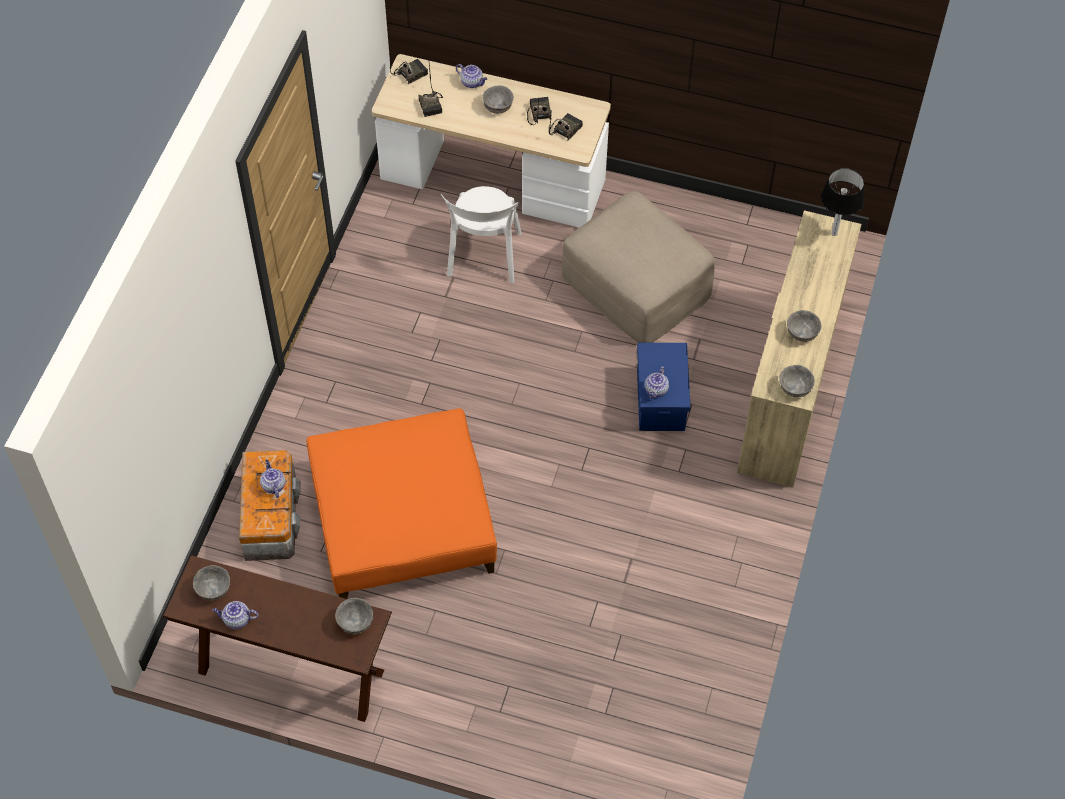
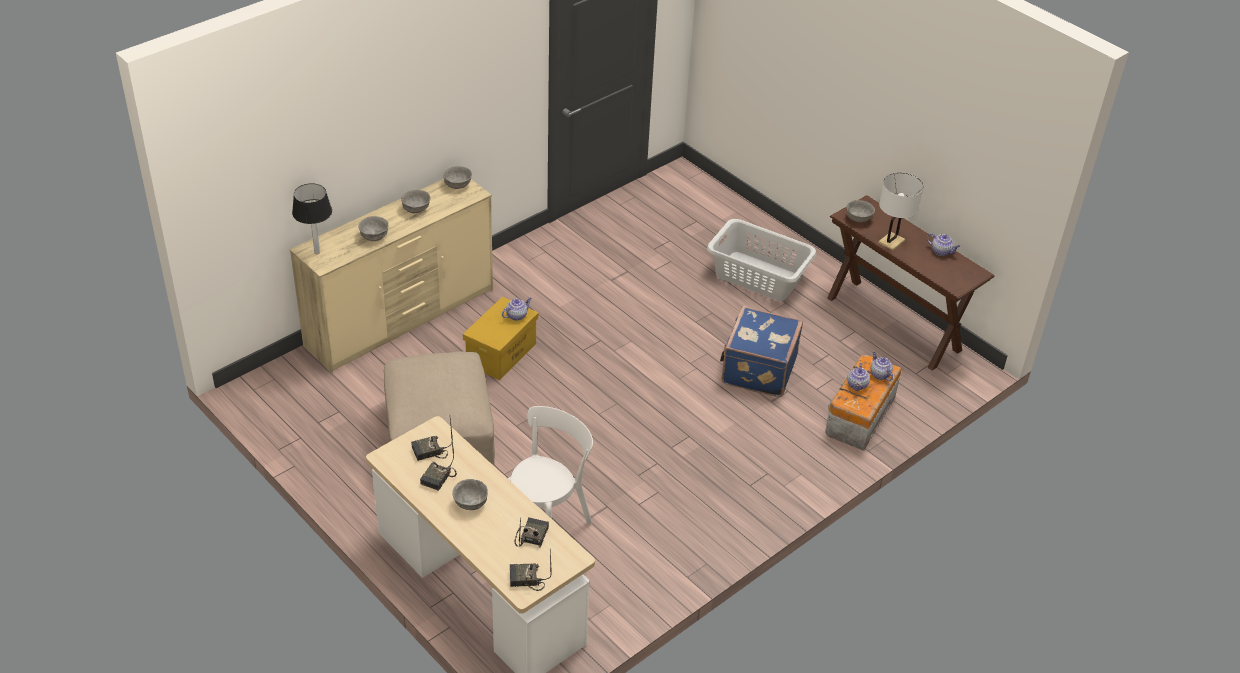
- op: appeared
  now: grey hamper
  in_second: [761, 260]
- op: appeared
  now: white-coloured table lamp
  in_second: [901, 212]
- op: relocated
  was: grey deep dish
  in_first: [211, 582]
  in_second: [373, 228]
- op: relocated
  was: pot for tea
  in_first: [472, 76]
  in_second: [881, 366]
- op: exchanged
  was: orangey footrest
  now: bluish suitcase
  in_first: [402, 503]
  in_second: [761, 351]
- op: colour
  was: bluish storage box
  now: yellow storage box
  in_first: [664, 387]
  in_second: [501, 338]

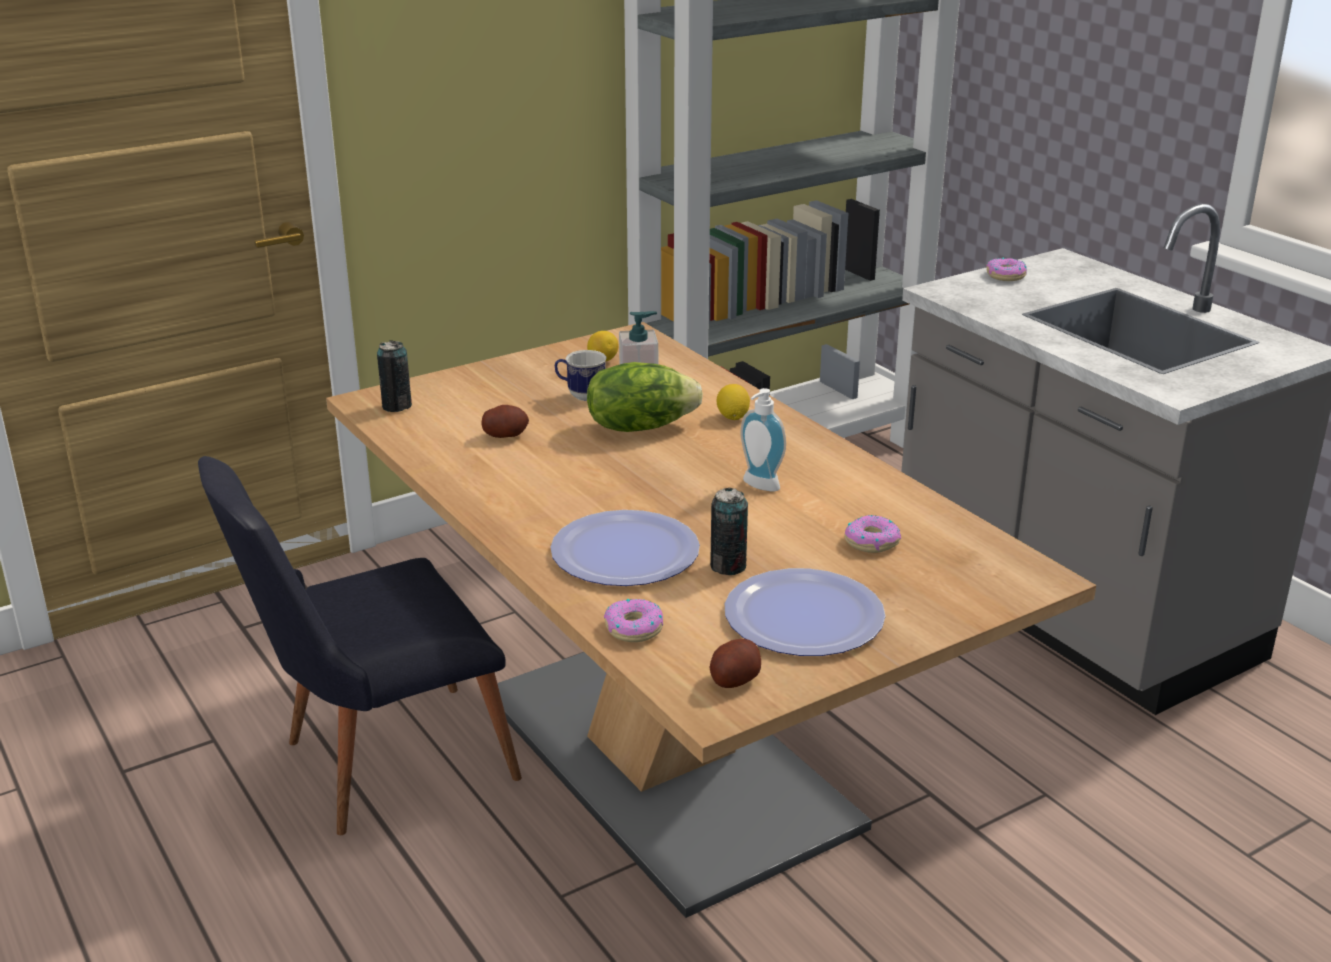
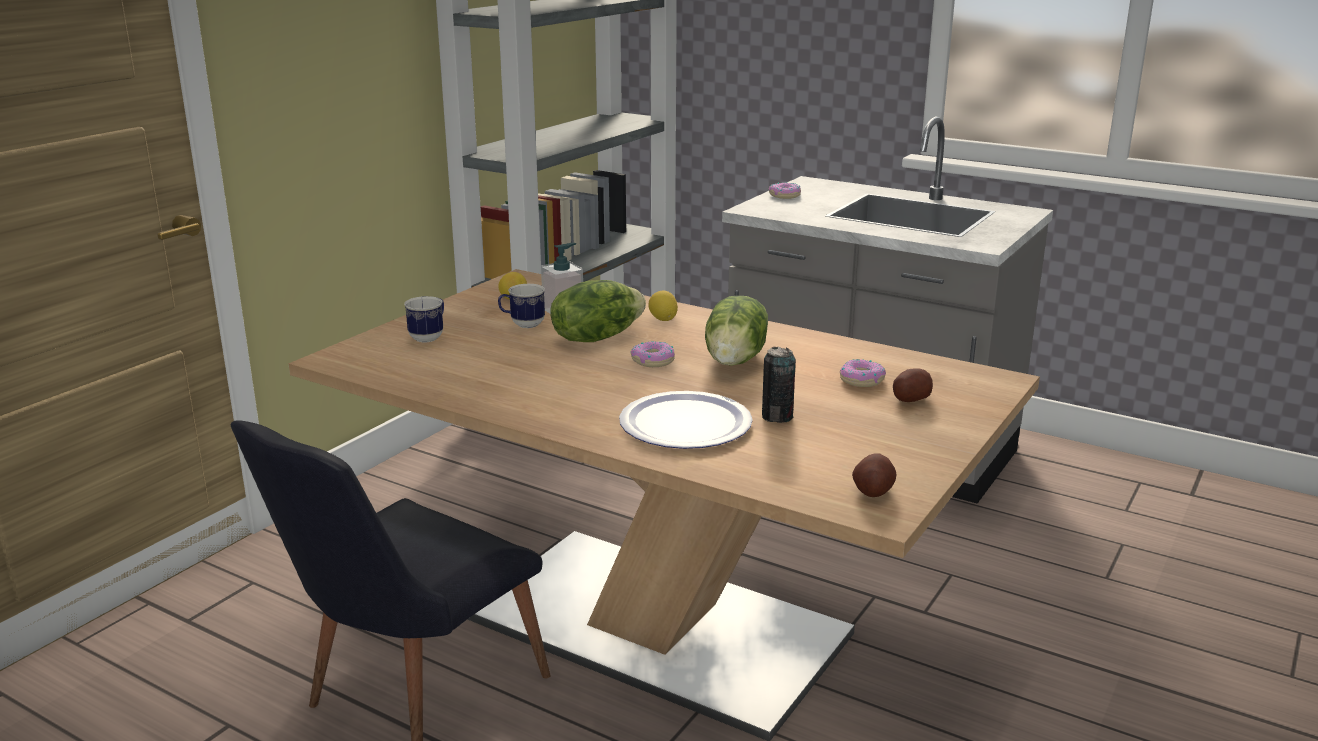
- op: missing
  was: metal can
  in_first: [394, 376]
- op: missing
  was: plate
  in_first: [805, 612]
- op: appeared
  now: coffee mug
  in_second: [424, 319]
- op: relocated
  was: potato
  in_first: [505, 421]
  in_second: [913, 385]
- op: relocated
  was: doughnut
  in_first: [633, 620]
  in_second: [653, 354]
- op: exchanged
  was: soap bottle
  now: lettuce
  in_first: [763, 440]
  in_second: [736, 331]

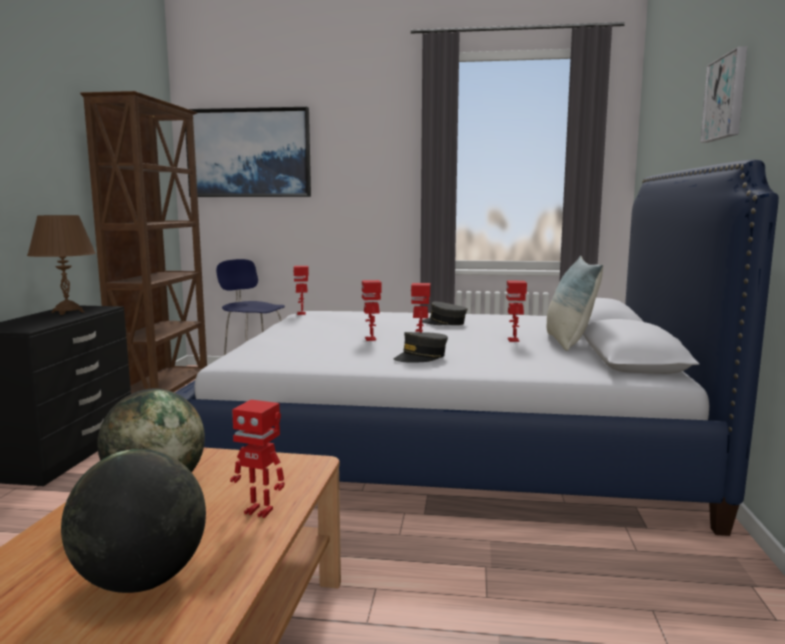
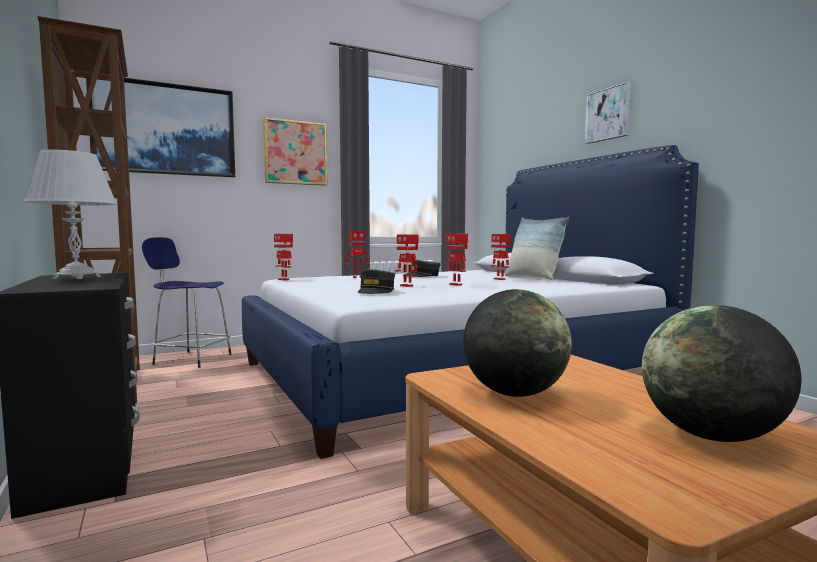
- op: appeared
  now: picture
  in_second: [295, 151]
- op: relocated
  was: robot figure
  in_first: [257, 459]
  in_second: [358, 254]
- op: relocated
  was: grey baseball cap
  in_first: [421, 347]
  in_second: [376, 281]
- op: colour
  was: brown-coloured table lamp
  now: white-coloured table lamp
  in_first: [61, 265]
  in_second: [70, 214]

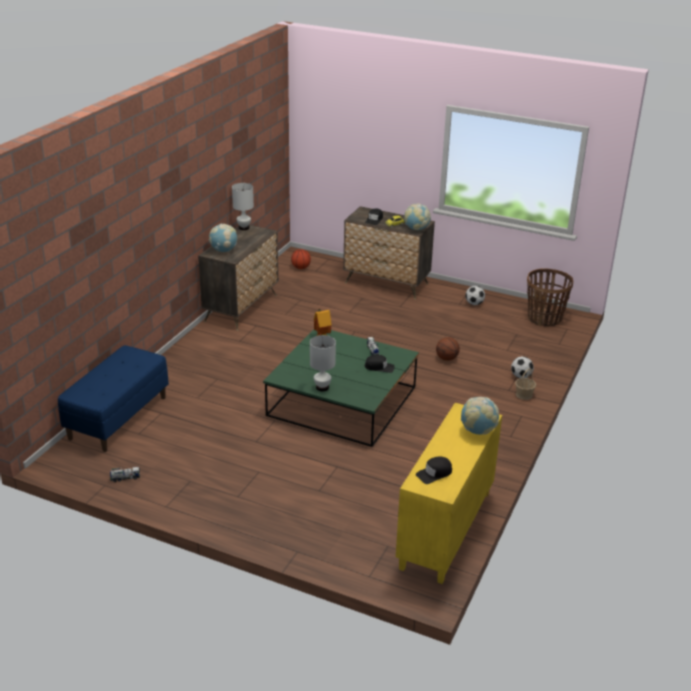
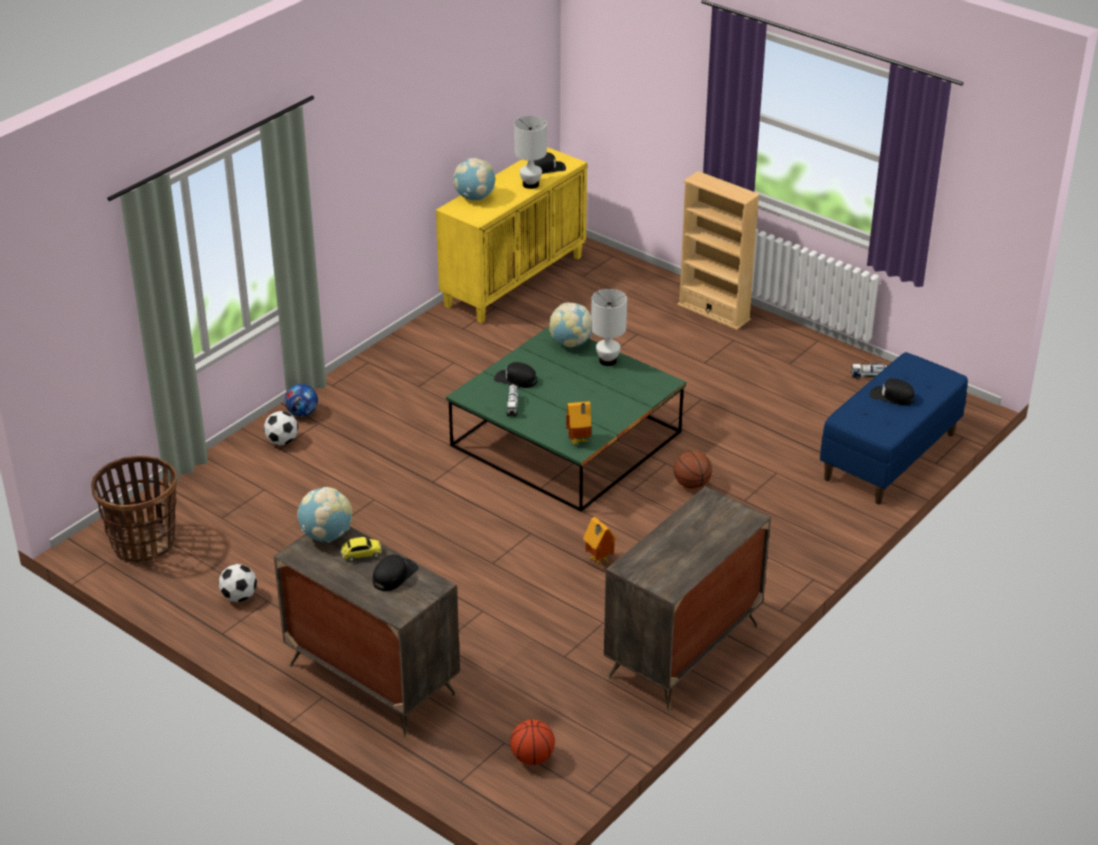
- op: appeared
  now: miniature house
  in_second: [600, 541]
- op: appeared
  now: beige-coloured shelving unit
  in_second: [718, 250]
- op: appeared
  now: black-coloured baseball cap
  in_second: [892, 392]
- op: relocated
  was: desk globe
  in_first: [223, 238]
  in_second: [570, 324]
- op: relocated
  was: white-coloured table lamp
  in_first: [243, 206]
  in_second: [530, 152]
- op: relocated
  was: ball for basketball
  in_first: [448, 349]
  in_second: [693, 470]
- op: exchanged
  was: basket
  now: football
  in_first: [525, 384]
  in_second: [301, 400]

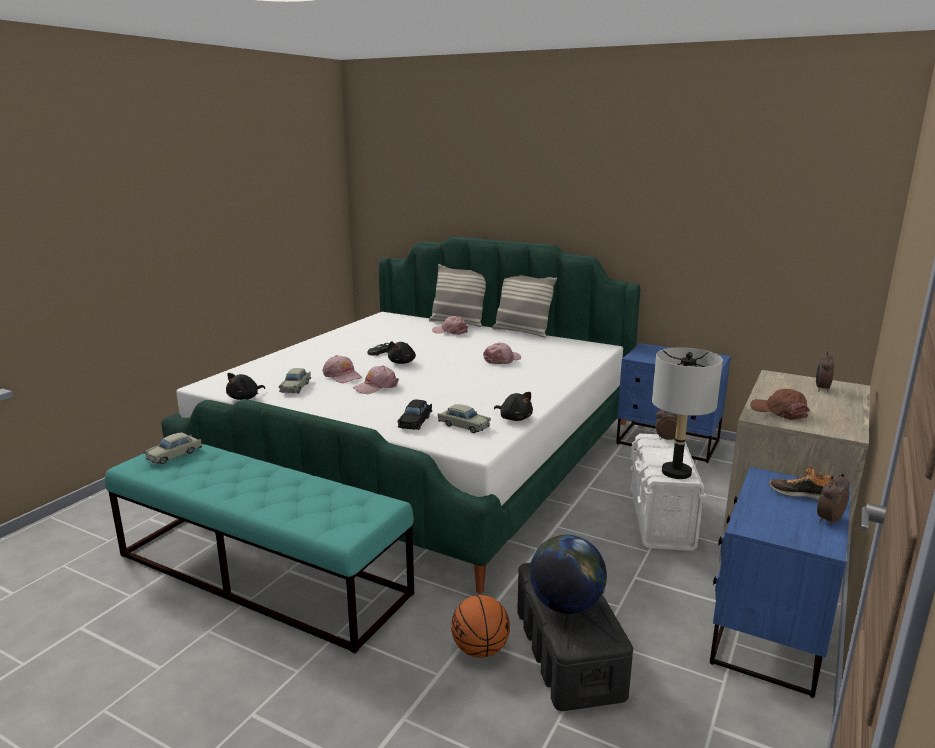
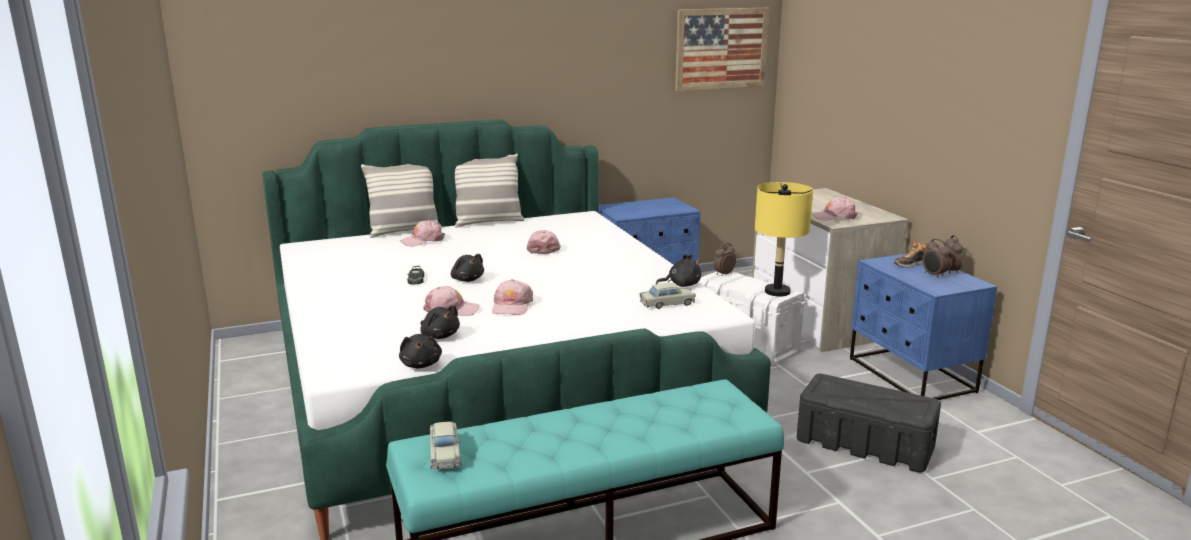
- op: missing
  was: black-coloured miniature car
  in_first: [414, 415]
- op: missing
  was: ball for basketball
  in_first: [480, 626]
- op: missing
  was: desk globe
  in_first: [568, 574]
- op: appeared
  now: picture
  in_second: [722, 49]
- op: relocated
  was: bedside clock
  in_first: [825, 371]
  in_second: [936, 258]
- op: exchanged
  was: beige-coloured miniature car
  now: black-coloured soft toy
  in_first: [295, 380]
  in_second: [440, 322]
- op: colour
  was: grey table lamp
  now: yellow table lamp
  in_first: [687, 413]
  in_second: [784, 239]
- op: colour
  was: brown-coloured baseball cap
  now: pink baseball cap
  in_first: [780, 404]
  in_second: [834, 209]

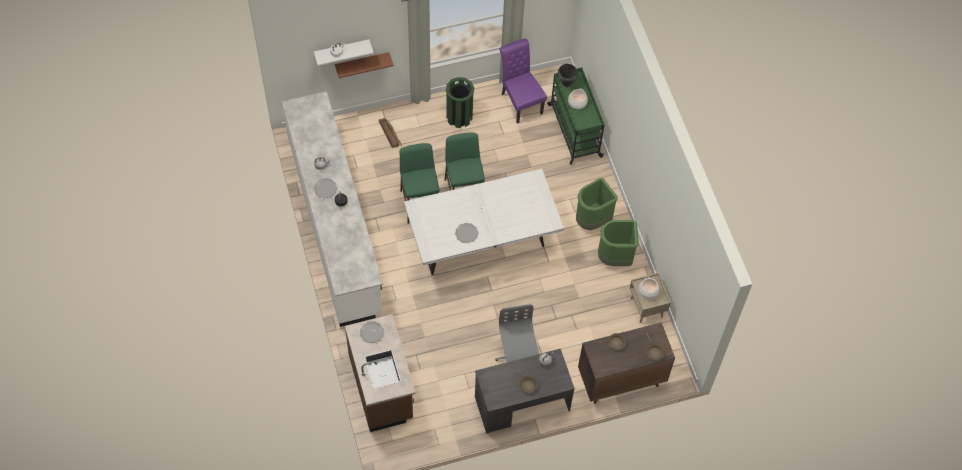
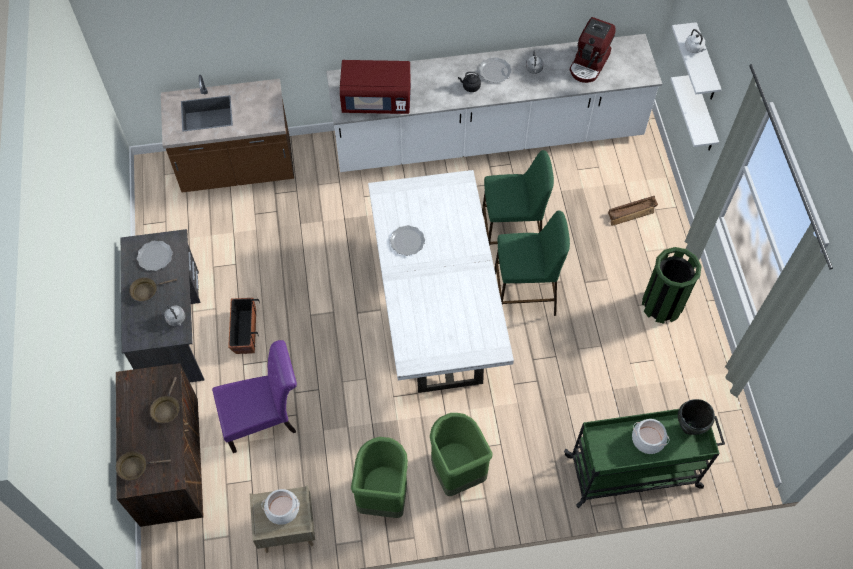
- op: appeared
  now: reddish kitchen microwave
  in_second: [375, 87]
- op: appeared
  now: coffee machine
  in_second: [593, 50]
- op: relocated
  was: plate
  in_first: [372, 332]
  in_second: [155, 256]
- op: relocated
  was: purplish plain chair
  in_first: [523, 81]
  in_second: [254, 396]
- op: exchanged
  was: grey desk chair
  now: flower pot
  in_first: [517, 333]
  in_second: [244, 326]
- op: colour
  was: brown-coloured wall shelf
  now: white-coloured wall shelf
  in_first: [364, 65]
  in_second: [694, 113]

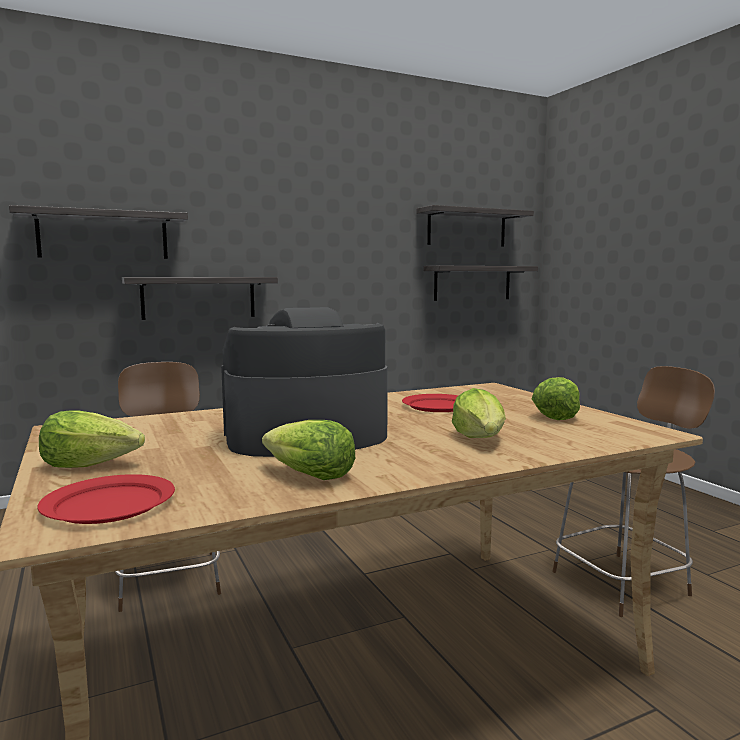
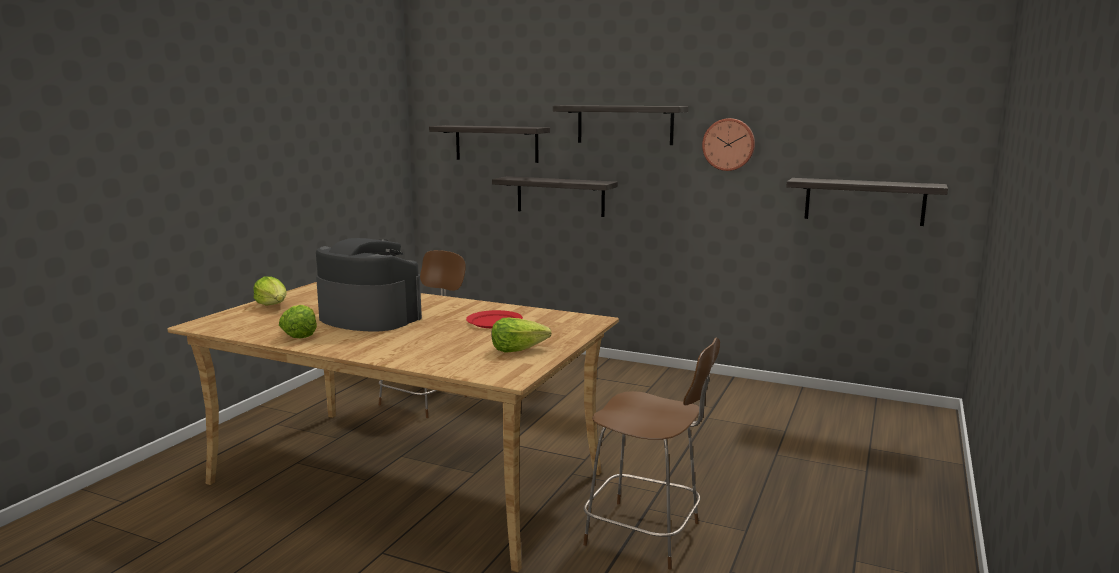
- op: missing
  was: reddish plate
  in_first: [106, 499]
- op: missing
  was: lettuce
  in_first: [479, 413]
- op: appeared
  now: clock on the wall
  in_second: [728, 144]
- op: relocated
  was: wall shelf
  in_first: [475, 226]
  in_second: [621, 125]

